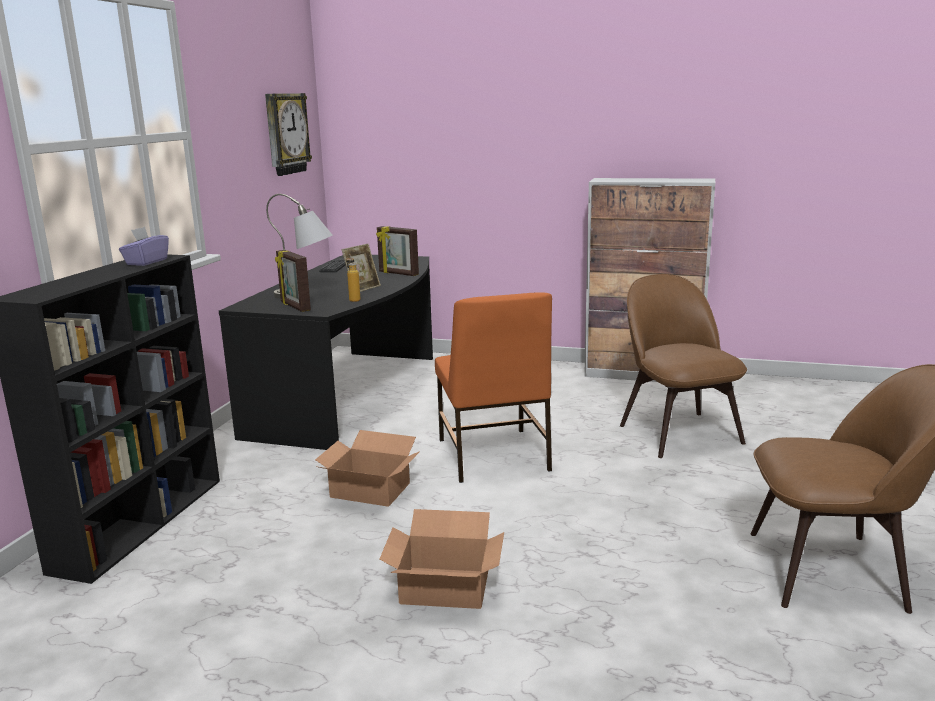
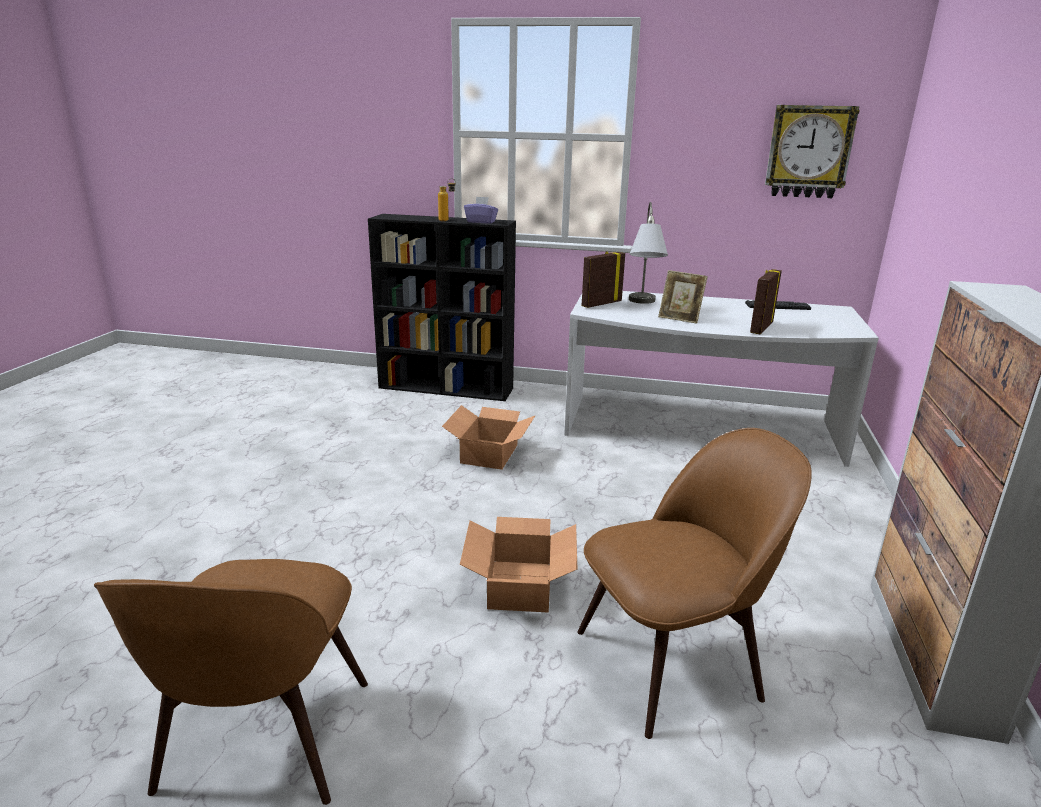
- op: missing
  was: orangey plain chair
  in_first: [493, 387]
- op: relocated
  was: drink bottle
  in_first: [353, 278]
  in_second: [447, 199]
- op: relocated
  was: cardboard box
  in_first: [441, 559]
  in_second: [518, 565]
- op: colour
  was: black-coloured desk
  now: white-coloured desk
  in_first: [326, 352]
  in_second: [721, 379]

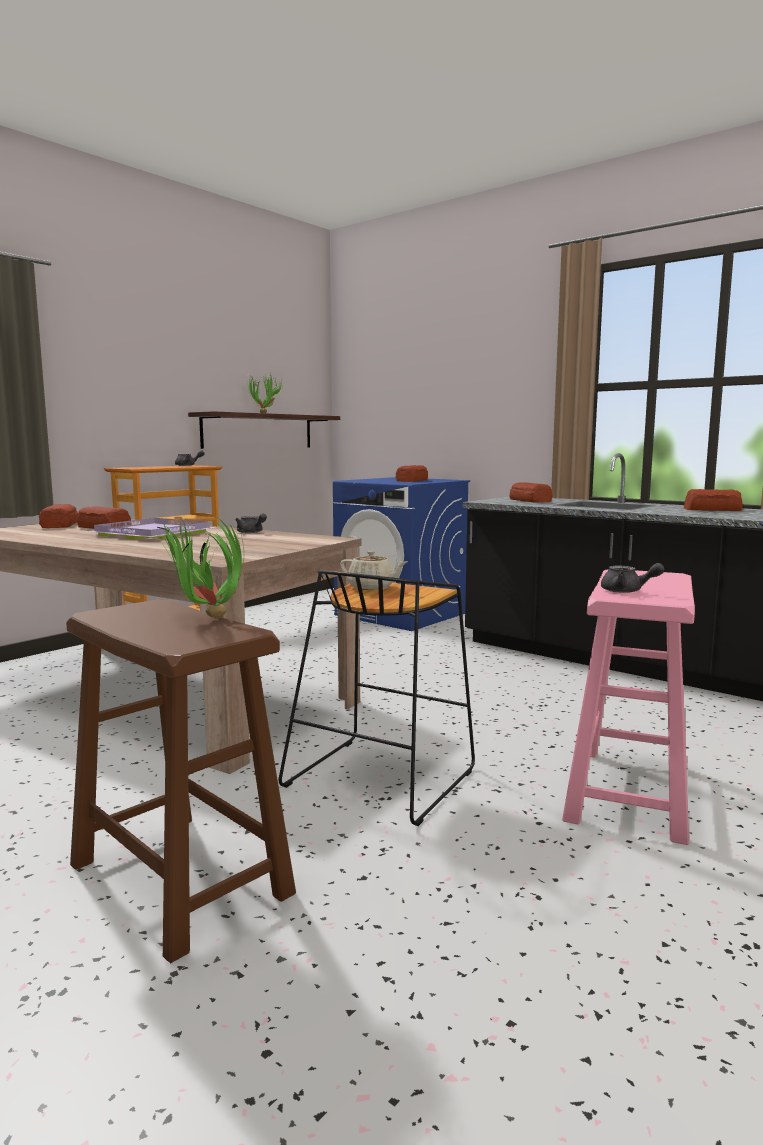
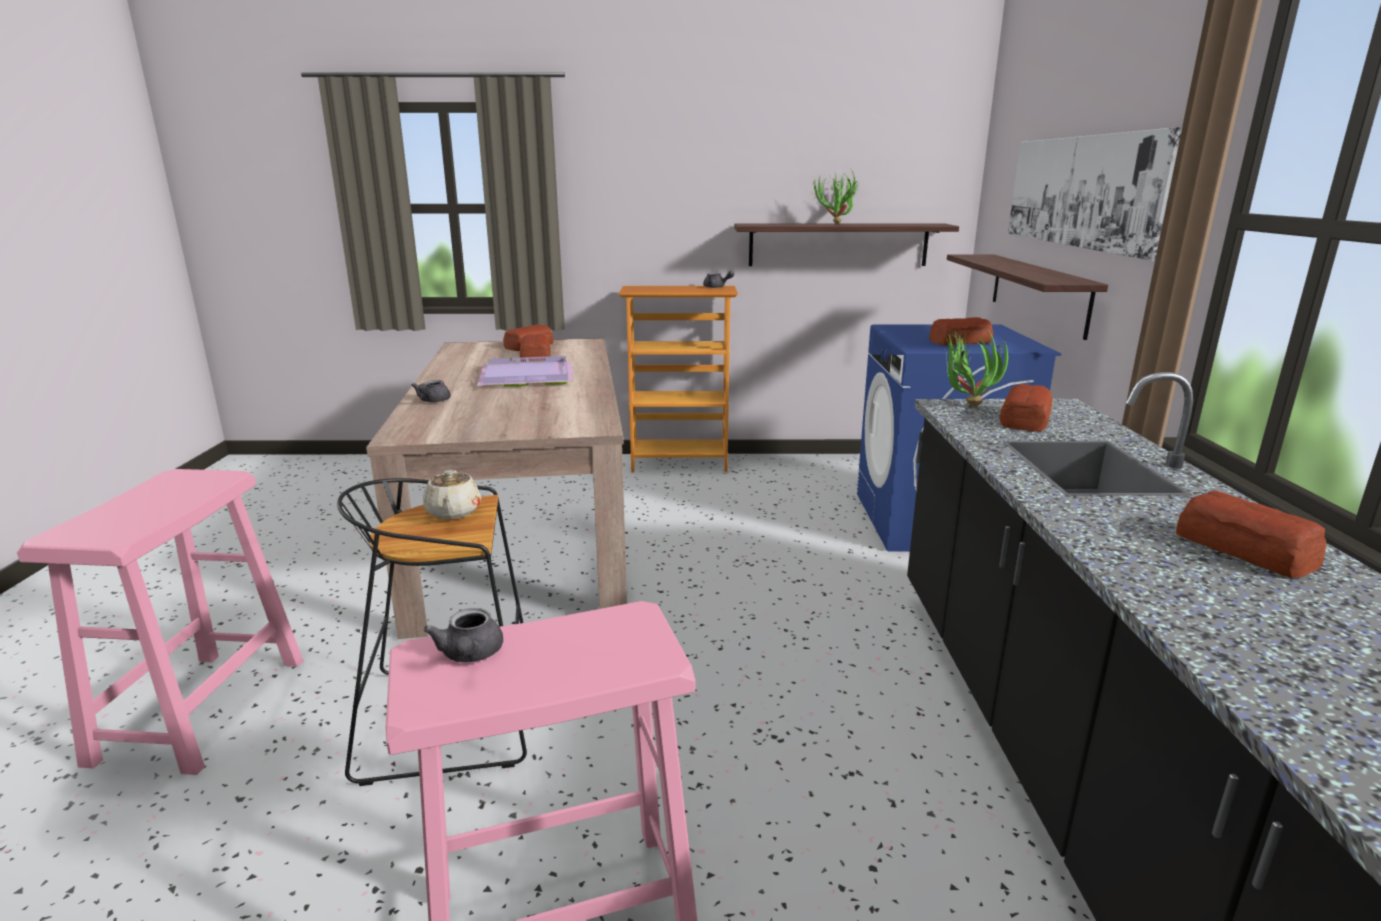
- op: appeared
  now: wall shelf
  in_second: [1027, 297]
- op: appeared
  now: picture
  in_second: [1095, 194]
- op: relocated
  was: potted plant
  in_first: [199, 567]
  in_second: [975, 368]
- op: relocated
  was: grey pot for tea
  in_first: [251, 523]
  in_second: [431, 391]
- op: colour
  was: brown-coloured stool seat
  now: pink stool seat
  in_first: [181, 781]
  in_second: [160, 622]

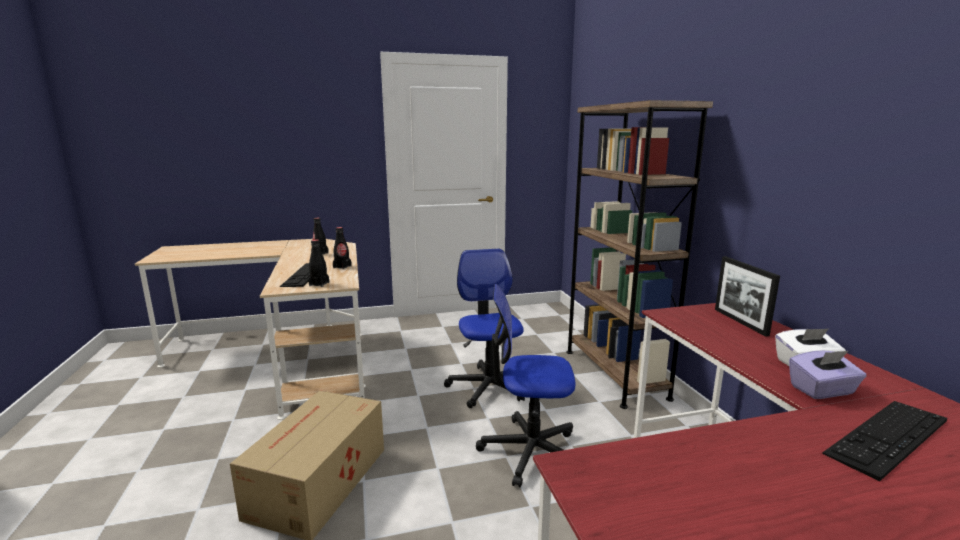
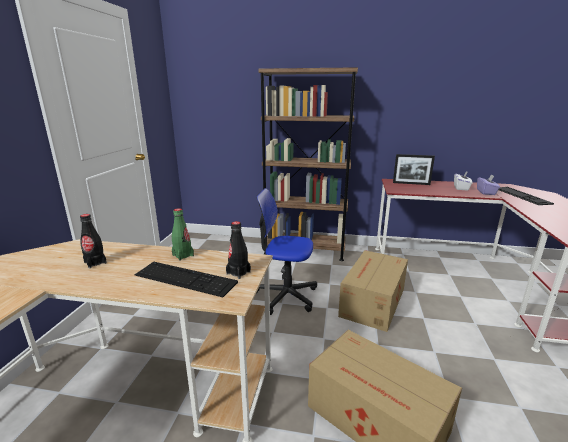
- op: exchanged
  was: desk chair
  now: cardboard box
  in_first: [526, 385]
  in_second: [373, 291]
- op: colour
  was: black-coloured drink bottle
  now: greenish drink bottle
  in_first: [342, 248]
  in_second: [183, 234]

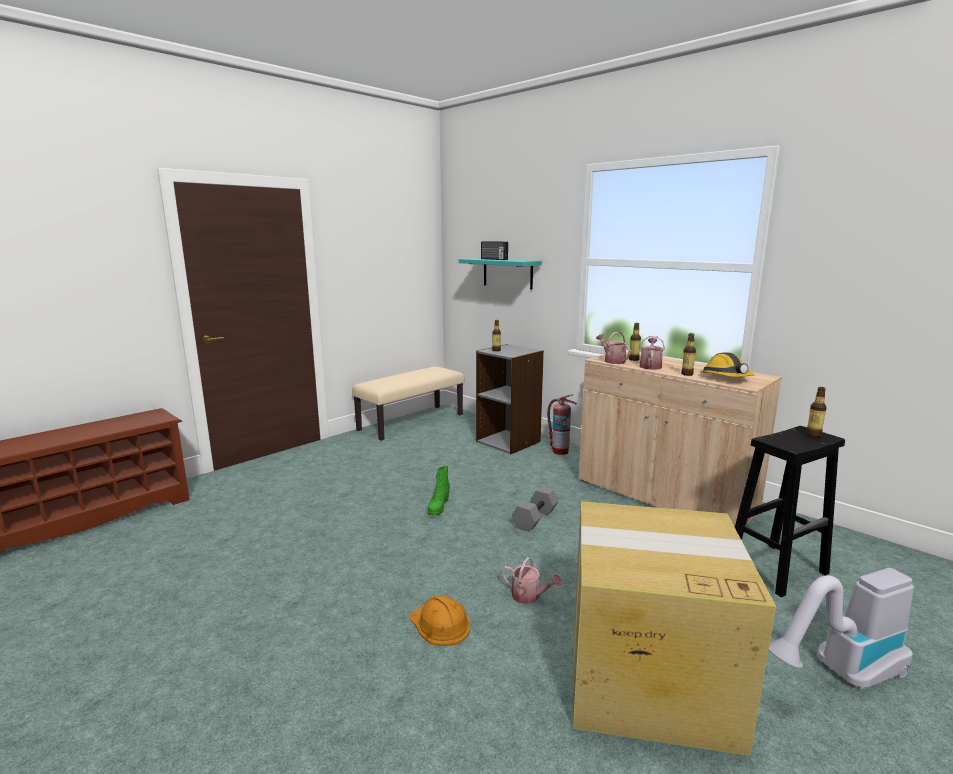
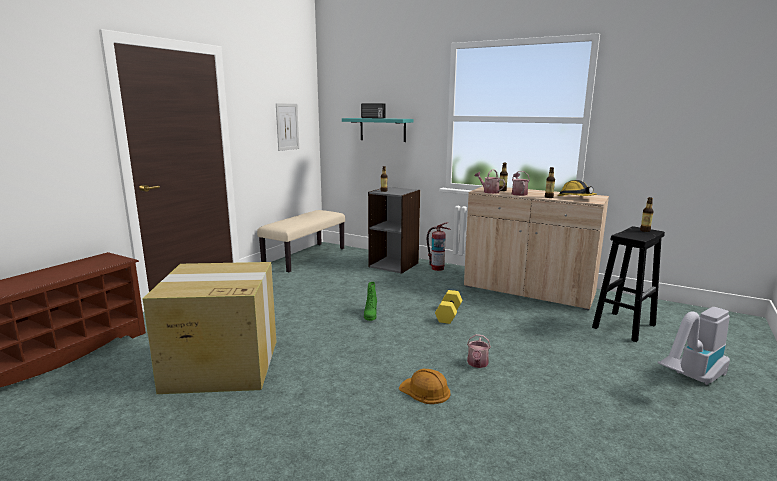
- op: appeared
  now: picture
  in_second: [287, 127]
- op: relocated
  was: cardboard box
  in_first: [674, 628]
  in_second: [209, 328]
- op: colour
  was: grey hand weight
  now: yellow hand weight
  in_first: [535, 509]
  in_second: [448, 307]
- op: spun
  was: watering pot
  in_first: [531, 580]
  in_second: [479, 351]
  clockwise: 90

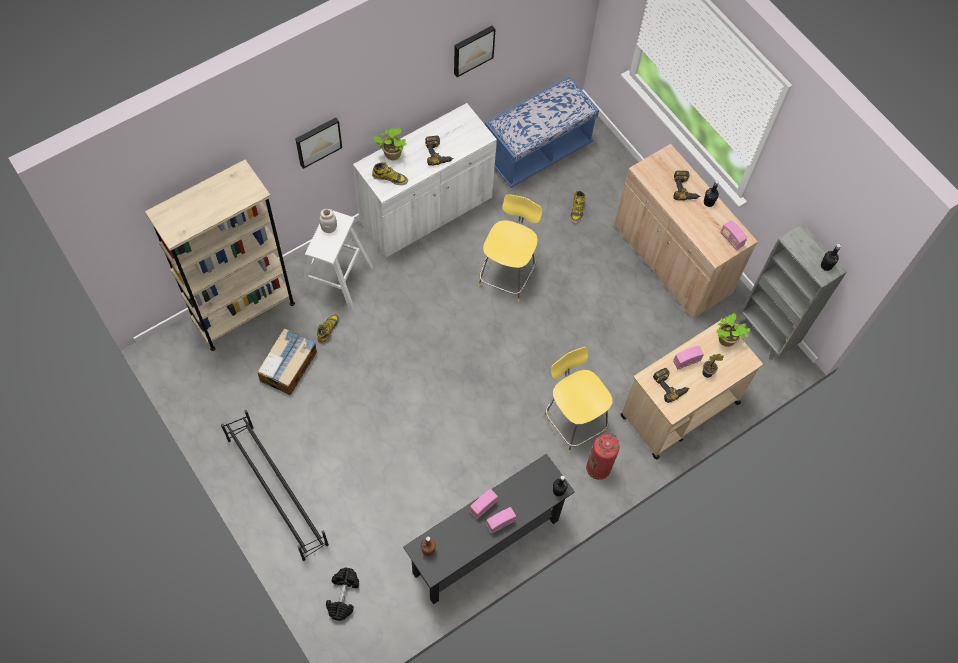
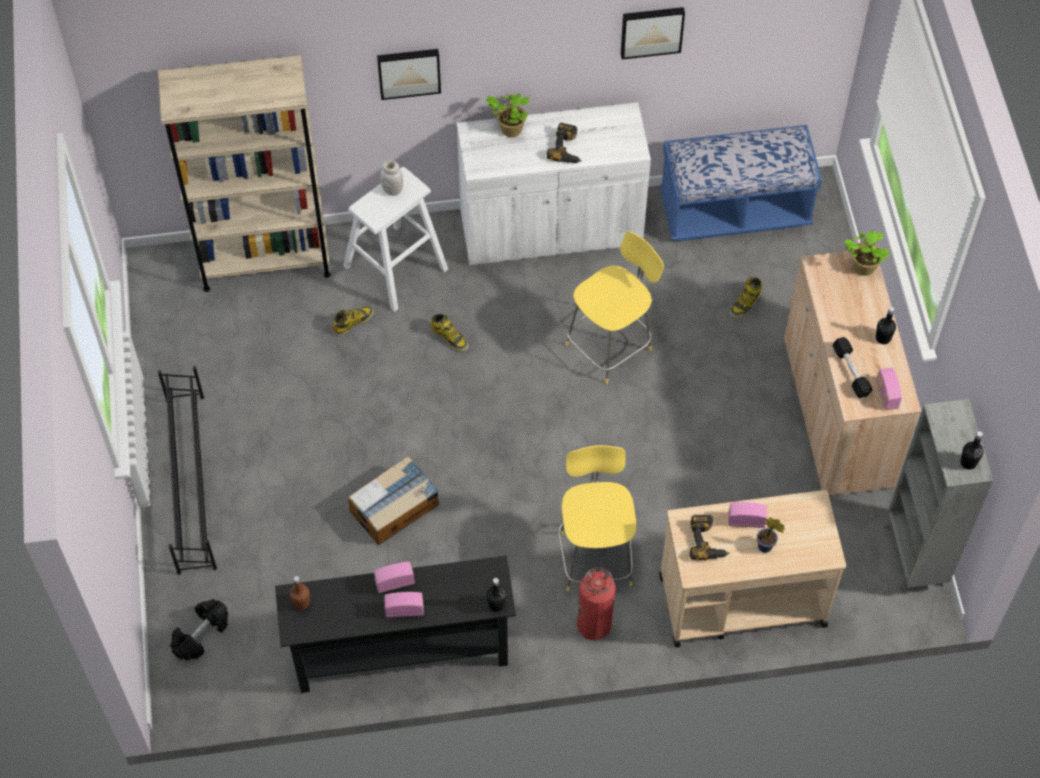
- op: missing
  was: drill
  in_first: [687, 186]
- op: appeared
  now: black-coloured hand weight
  in_second: [853, 367]
- op: relocated
  was: cardboard box
  in_first: [287, 361]
  in_second: [393, 500]
- op: relocated
  was: tall boot
  in_first: [390, 173]
  in_second: [449, 333]
- op: relocated
  was: potted plant
  in_first: [733, 330]
  in_second: [867, 253]

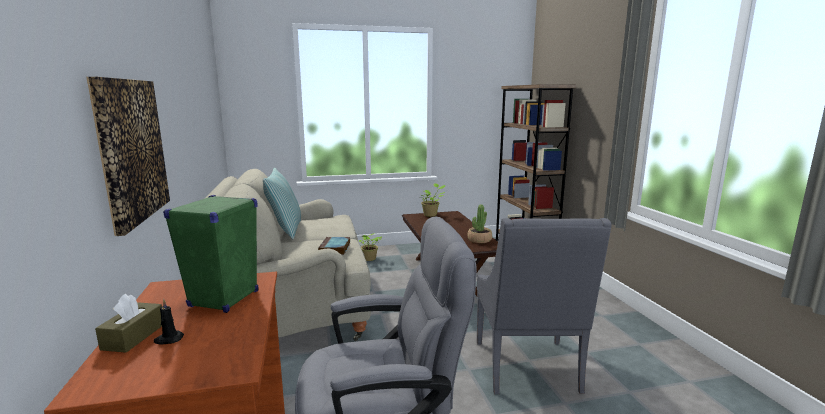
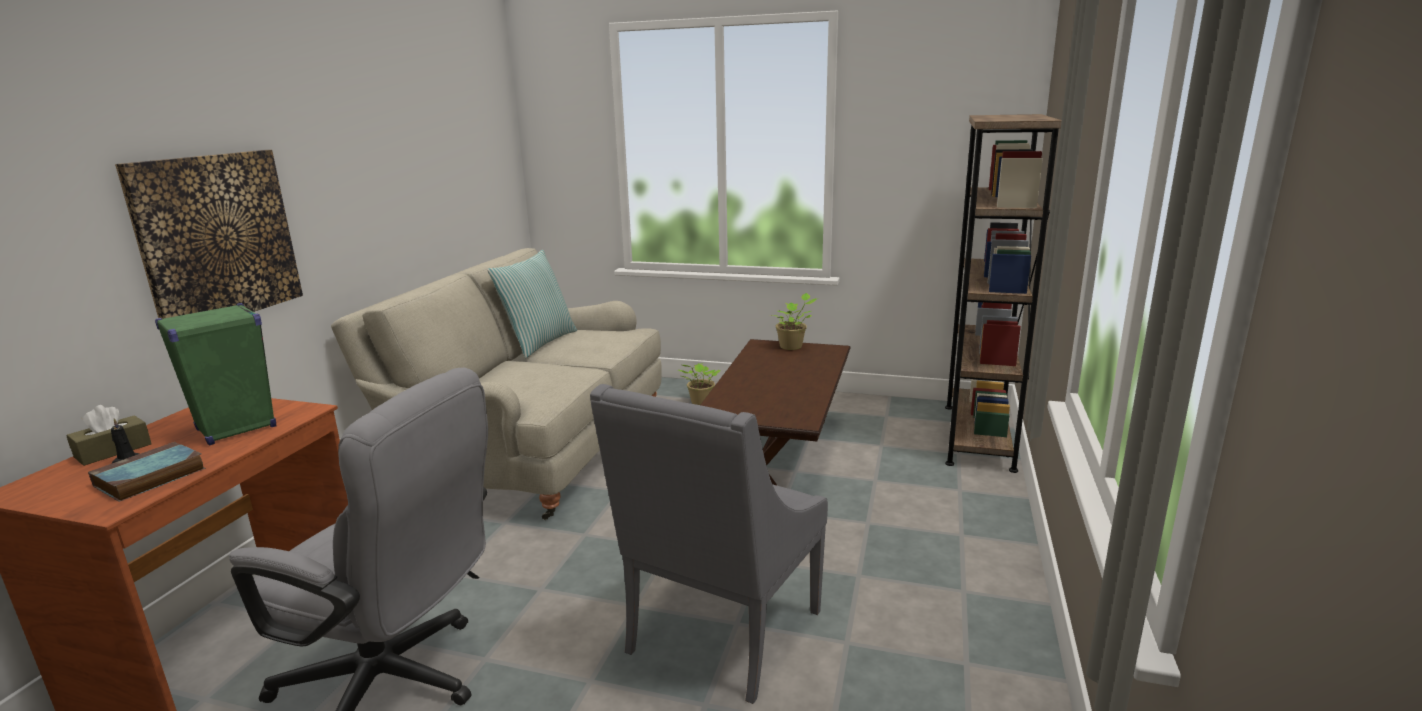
- op: missing
  was: potted plant
  in_first: [480, 224]
- op: relocated
  was: book
  in_first: [334, 246]
  in_second: [147, 472]

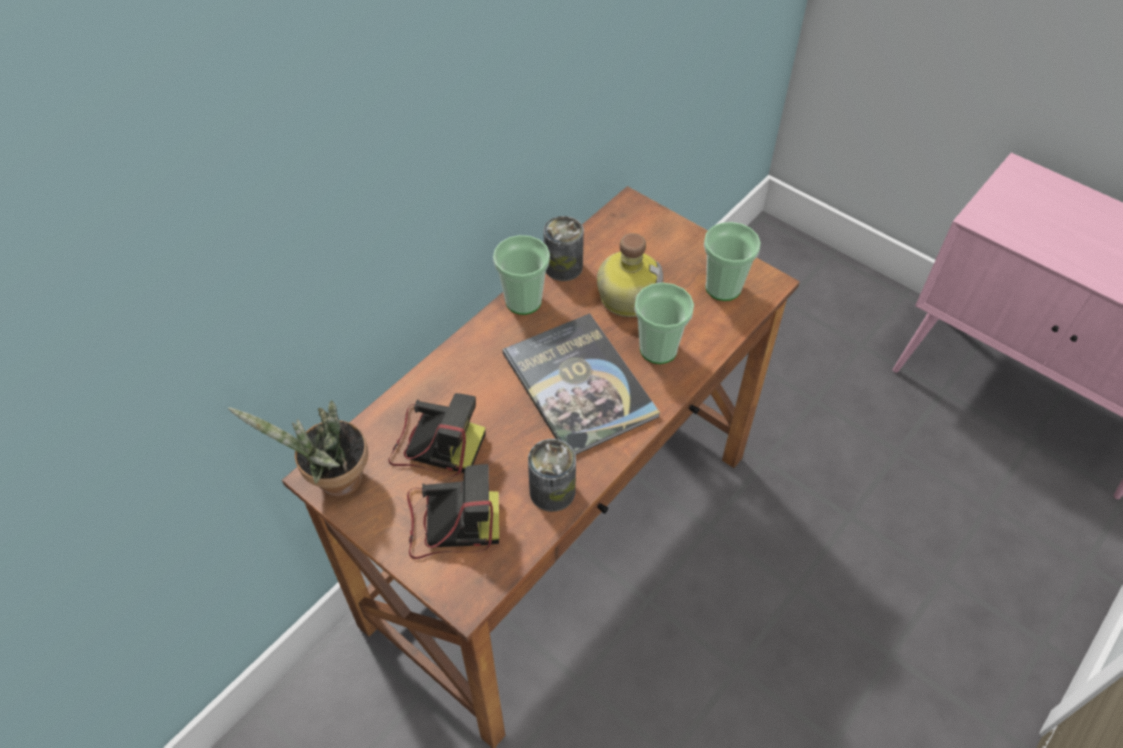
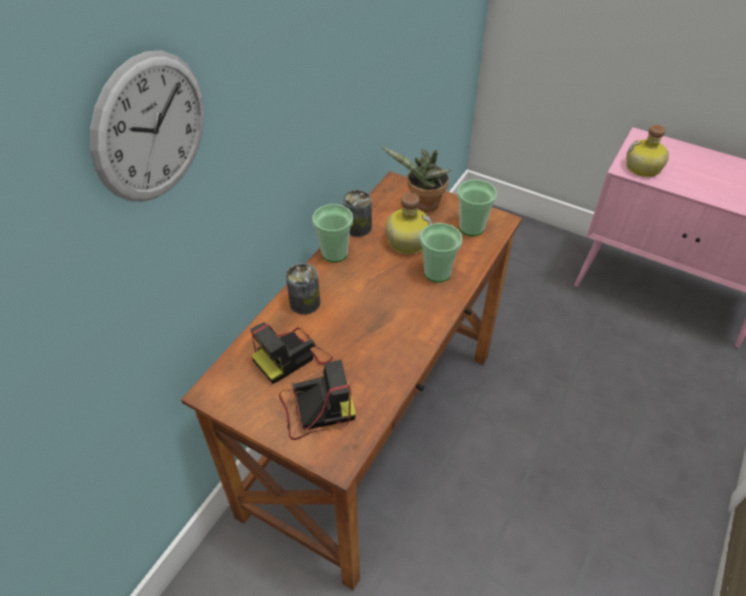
- op: missing
  was: book
  in_first: [581, 384]
- op: appeared
  now: clock on the wall
  in_second: [147, 126]
- op: appeared
  now: drink bottle
  in_second: [647, 151]
- op: relocated
  was: potted plant
  in_first: [298, 449]
  in_second: [417, 179]
- op: relocated
  was: metal can
  in_first: [552, 475]
  in_second: [303, 289]
- op: spun
  was: still camera
  in_first: [437, 434]
  in_second: [291, 353]
  clockwise: 135

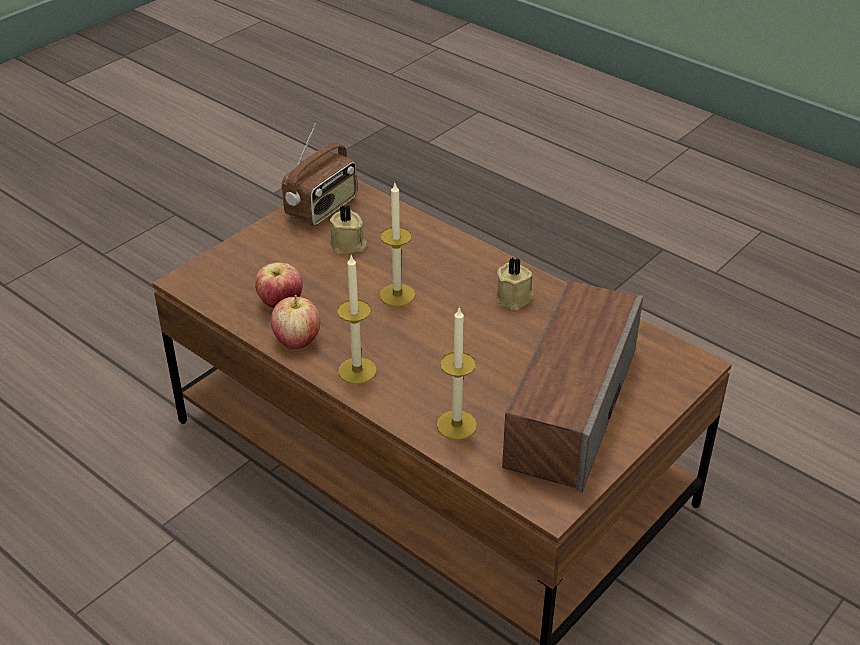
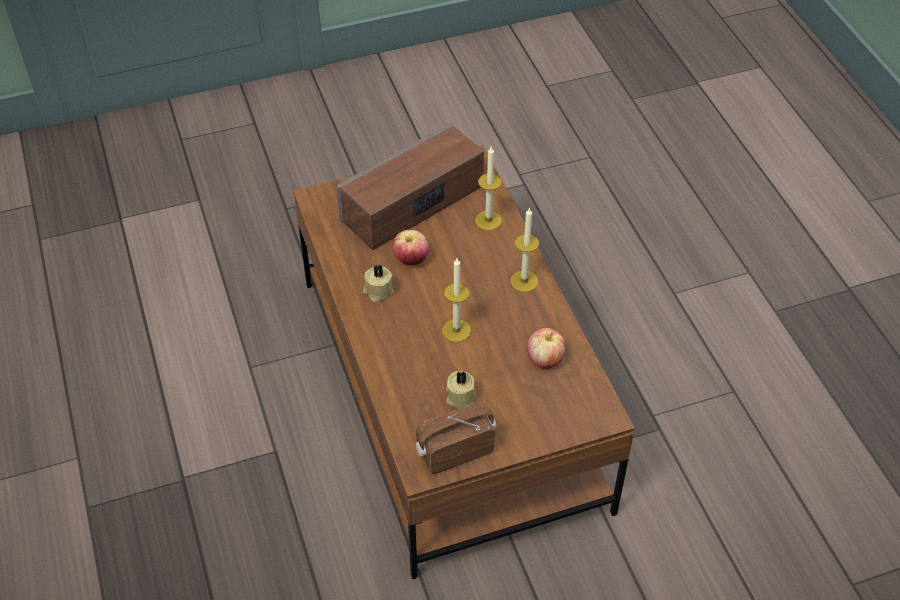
- op: relocated
  was: whole apple
  in_first: [295, 322]
  in_second: [411, 248]

